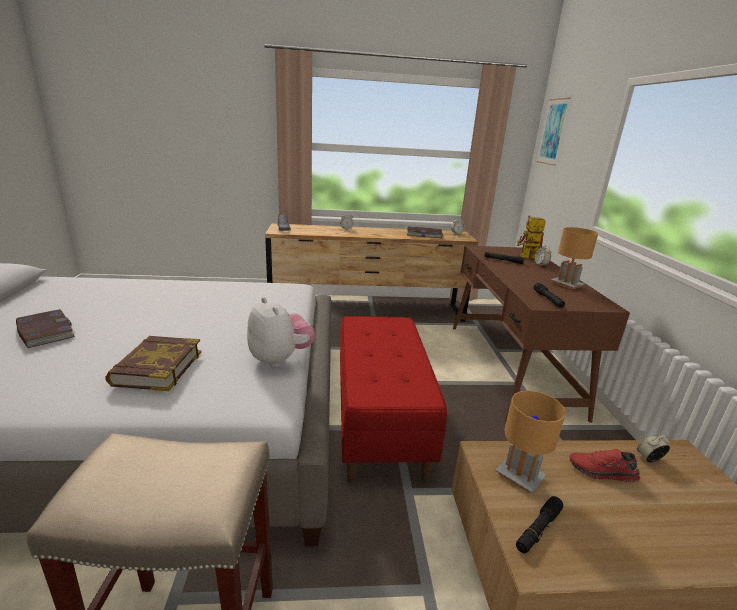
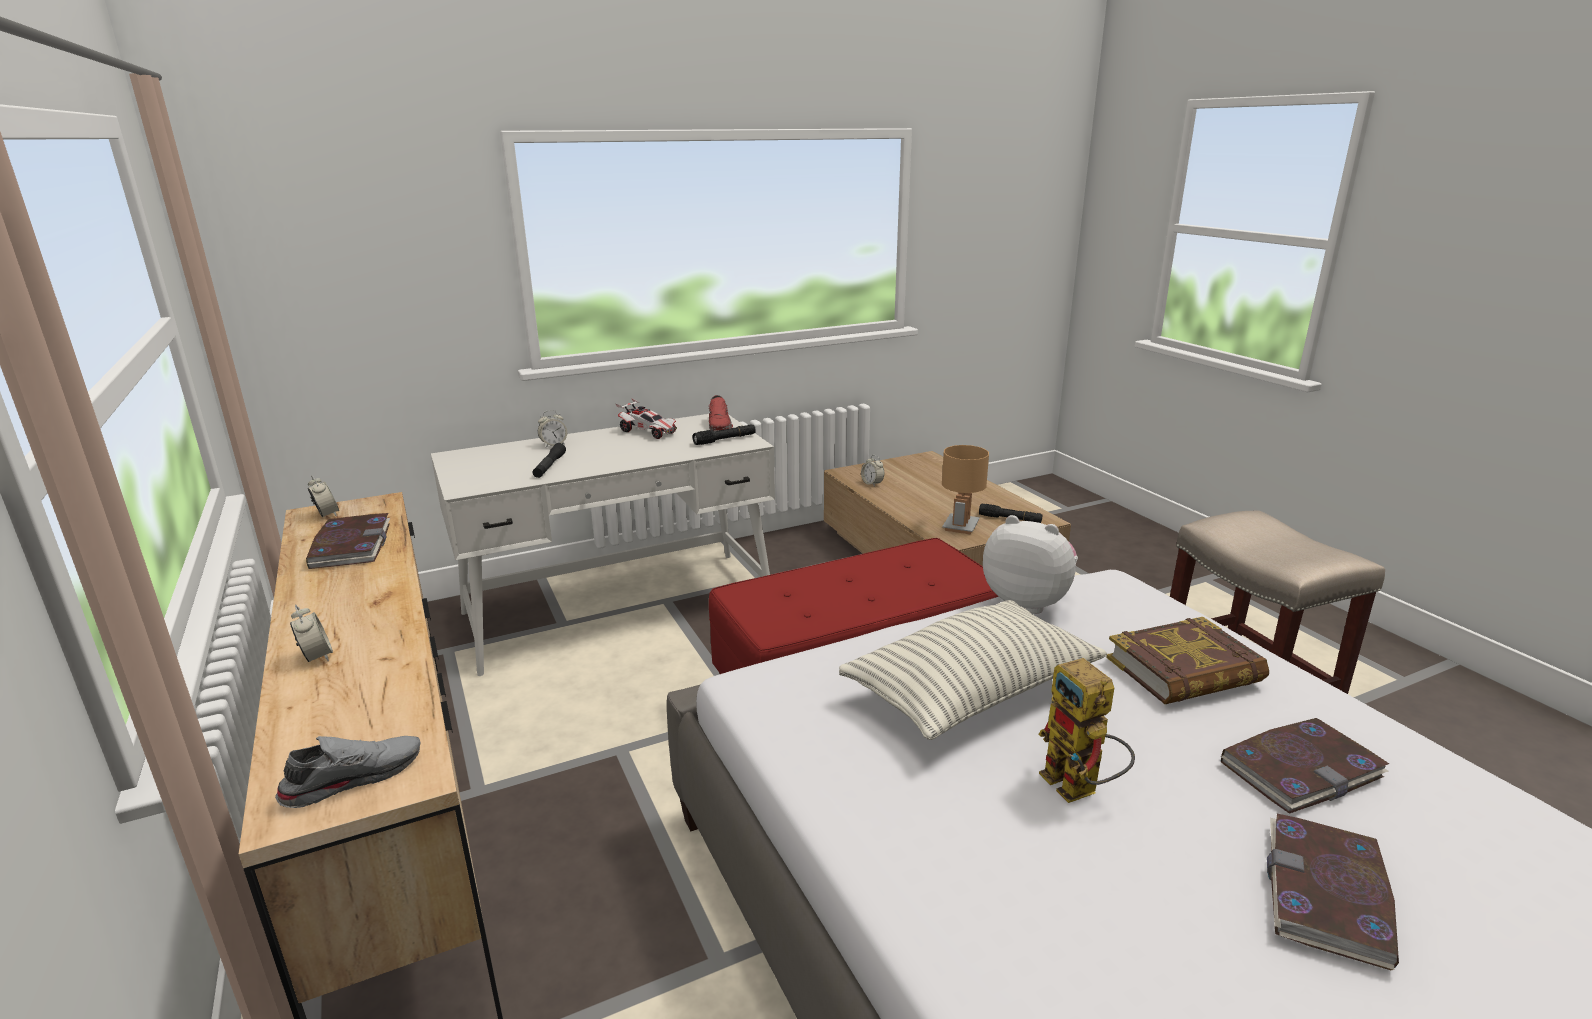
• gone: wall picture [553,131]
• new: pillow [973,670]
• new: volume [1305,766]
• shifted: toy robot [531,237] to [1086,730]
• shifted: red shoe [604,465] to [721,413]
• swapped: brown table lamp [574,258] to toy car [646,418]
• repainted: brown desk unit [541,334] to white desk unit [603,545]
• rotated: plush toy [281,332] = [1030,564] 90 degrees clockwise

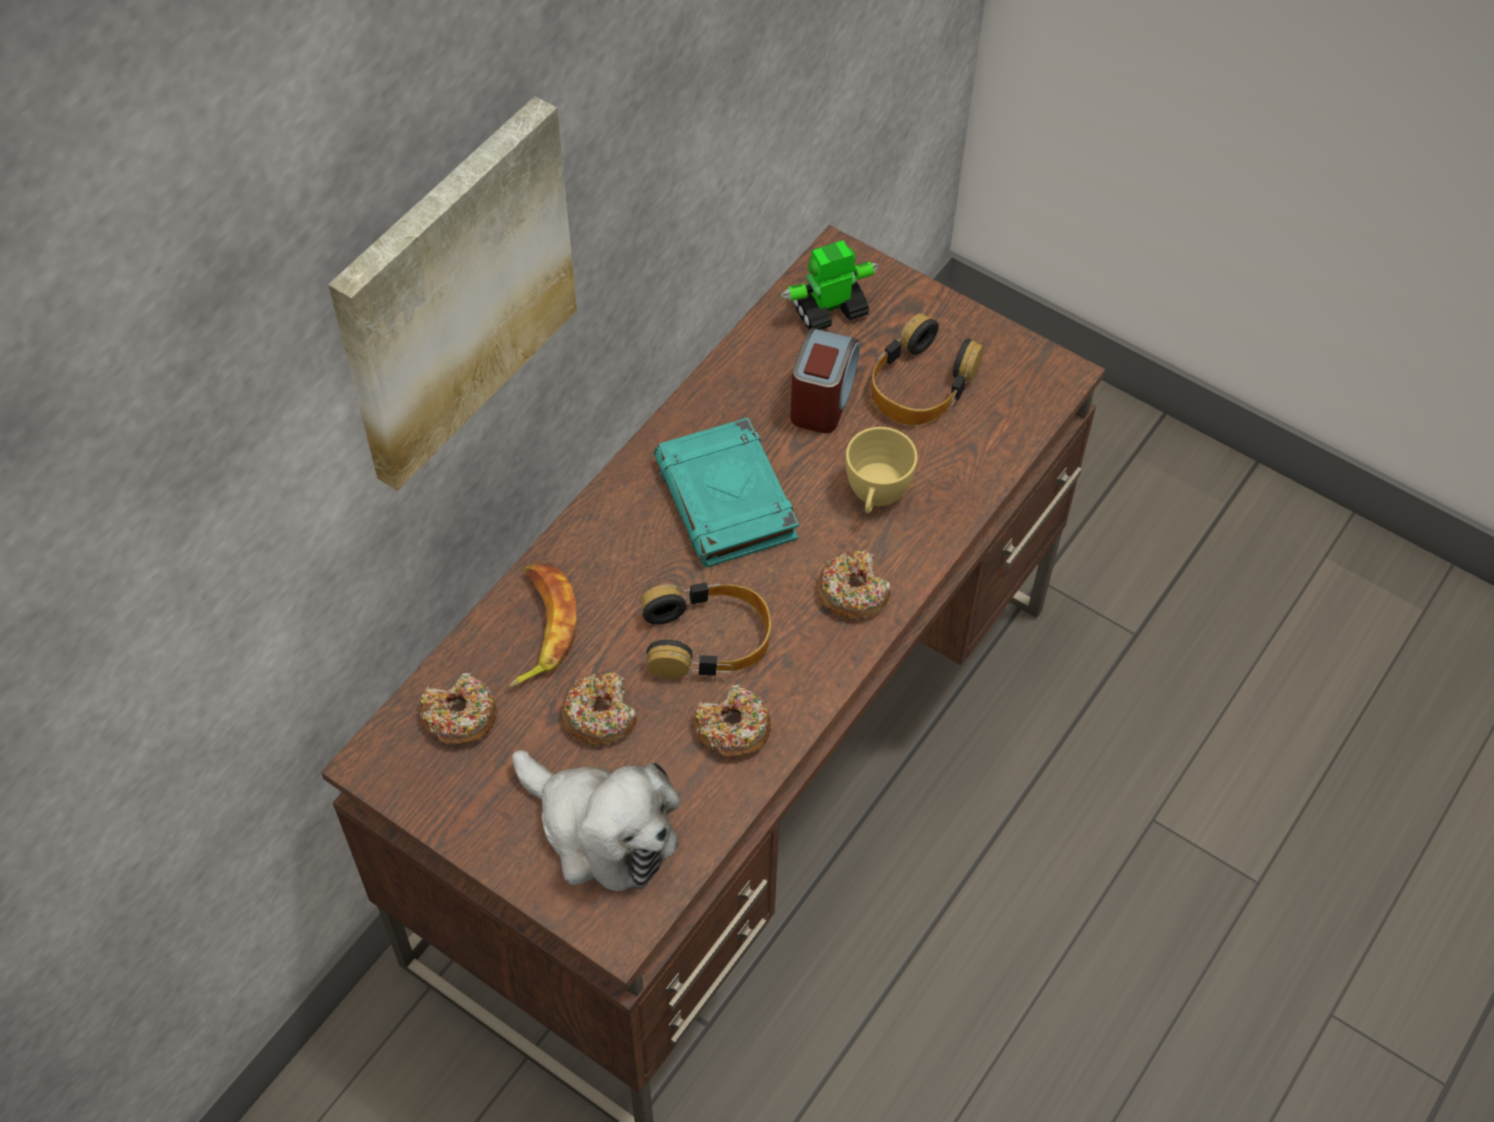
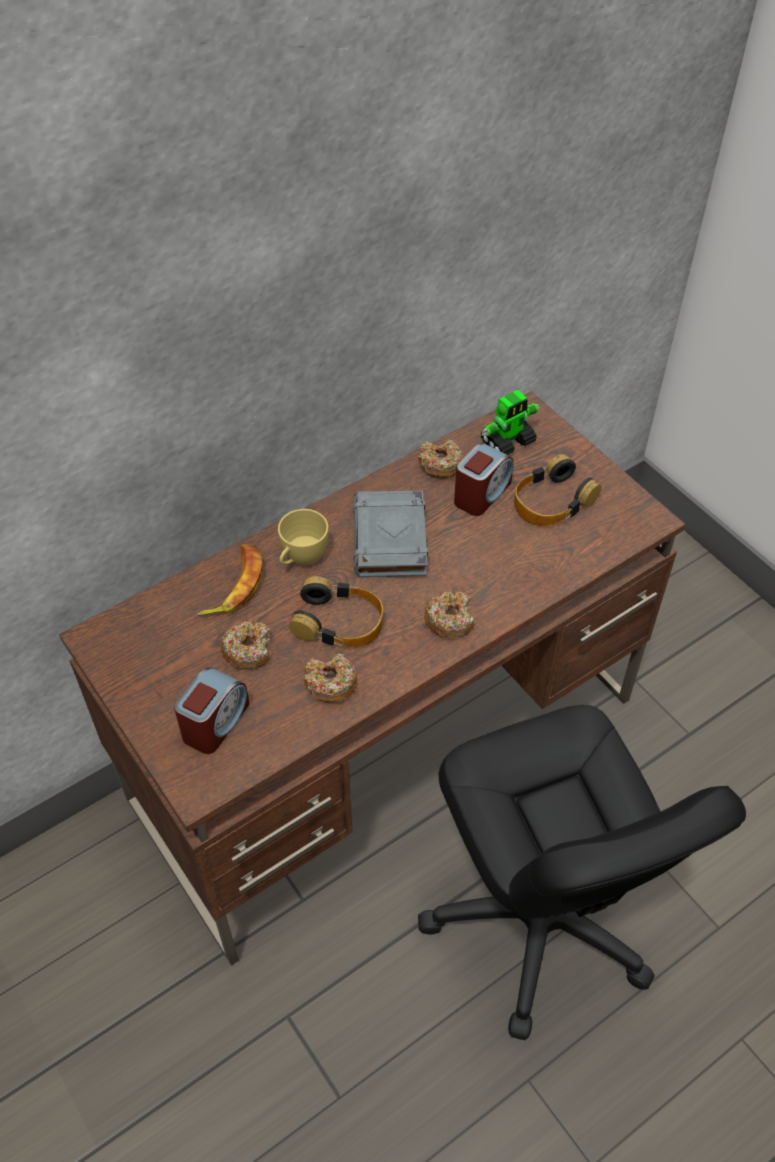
• gone: wall picture [452,293]
• new: black office chair [582,872]
• shifted: ring doughnut [459,709] to [441,459]
• shifted: yellow-coloured small cup [882,470] to [303,537]
• swapped: plush toy [596,820] to alarm clock [212,710]
• repainted: blue-green volume [726,492] to grey volume [390,533]
• rotated: toy robot [830,285] = [510,422] 150 degrees clockwise

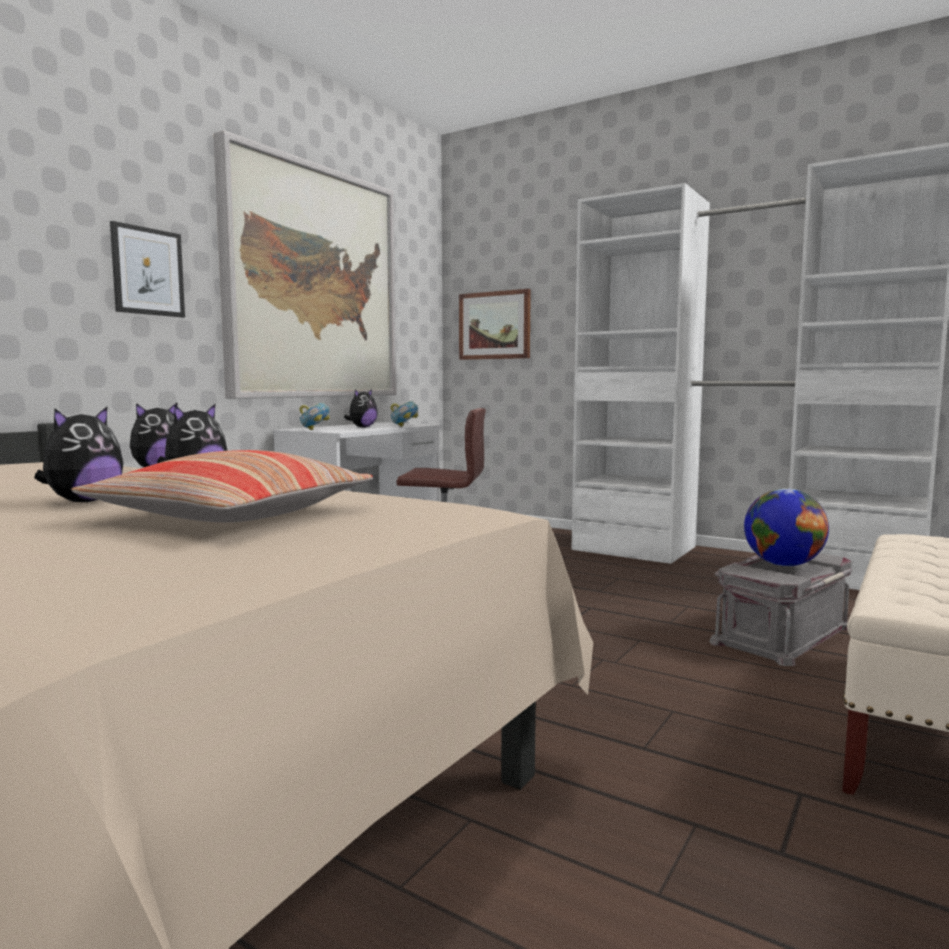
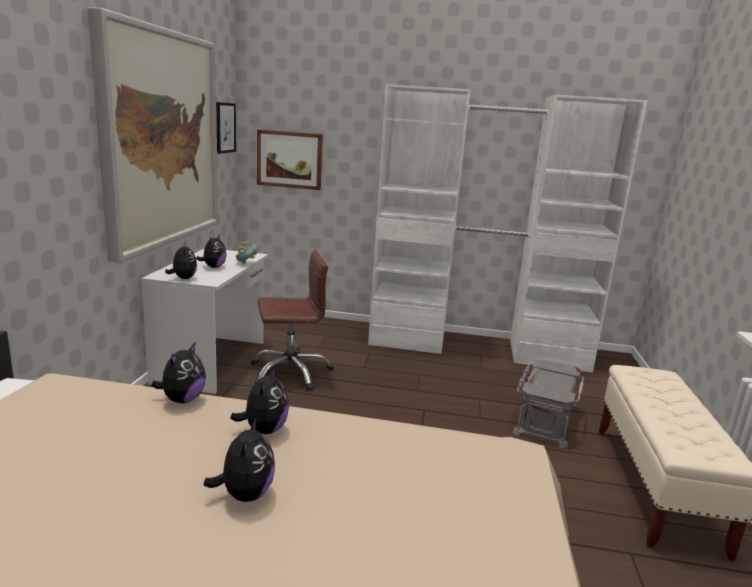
• gone: pillow [222,486]
• gone: world globe [786,527]
• shifted: wall picture [147,269] to [226,128]
• swapped: bowl [314,416] to plush toy [181,261]

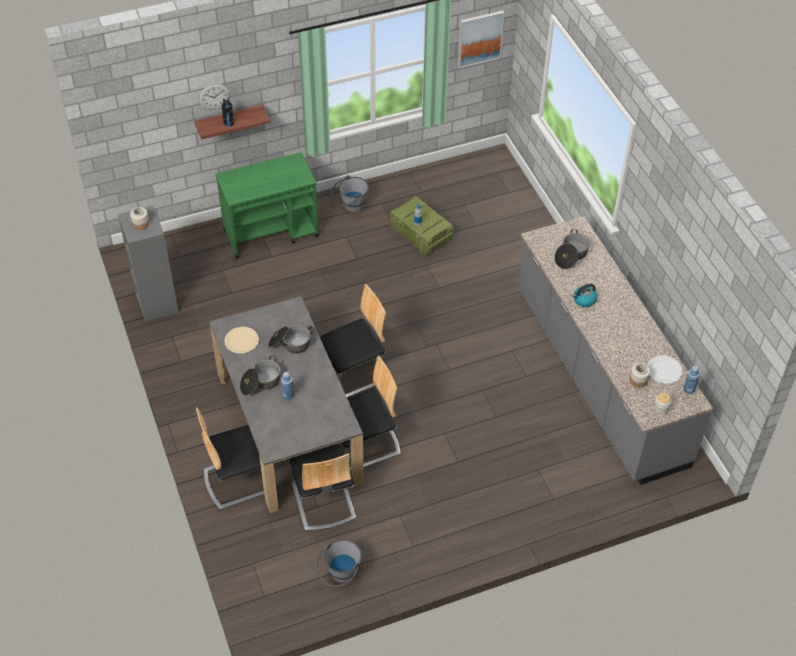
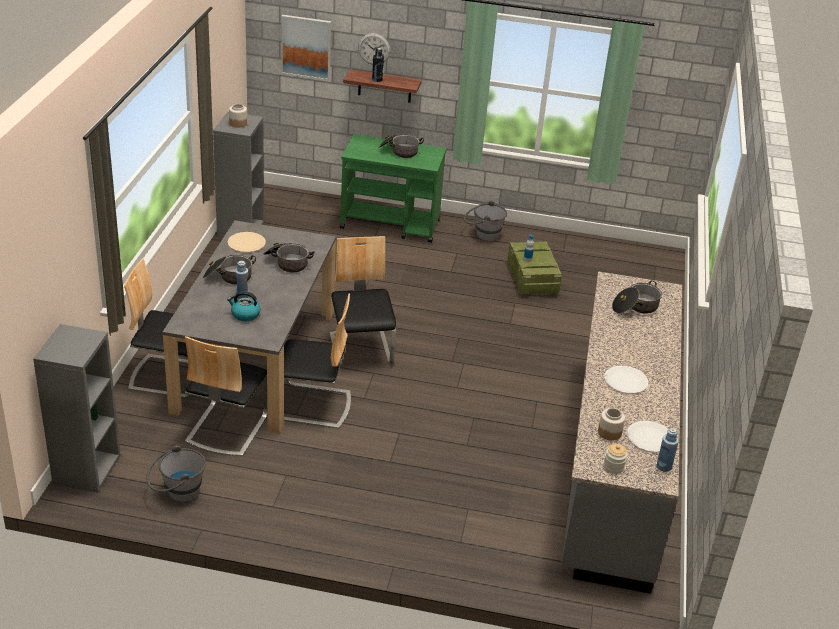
• new: grey bookshelf [77,408]
• new: saucepot [401,146]
• new: white plate [626,380]
• shifted: wall picture [481,39] to [306,47]
• shifted: water kettle [584,295] to [244,306]
• rotated: plain chair [353,341] = [363,301] 105 degrees counterclockwise

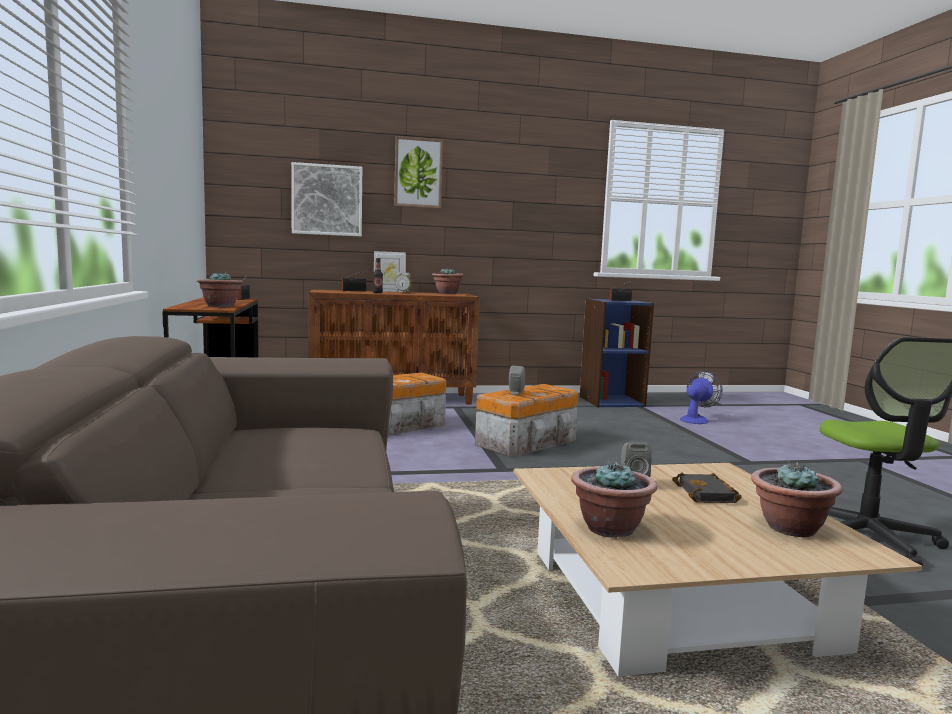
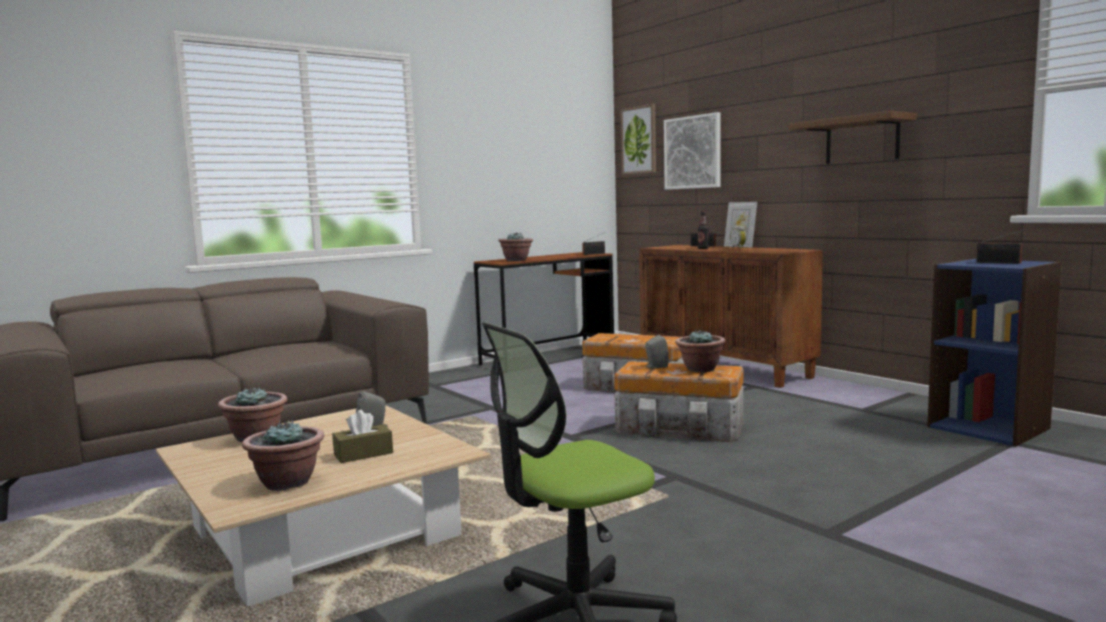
• gone: cooling fan [701,397]
• new: brown bracket shelf [852,137]
• shifted: wall picture [418,172] to [638,139]
• shifted: plant in a pot [448,280] to [700,351]
• swapped: black volume [707,488] to brown tissue holder [362,436]

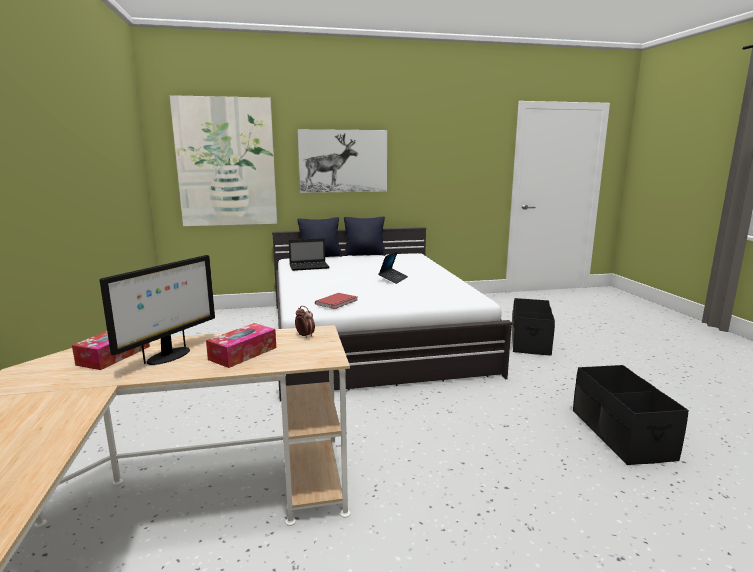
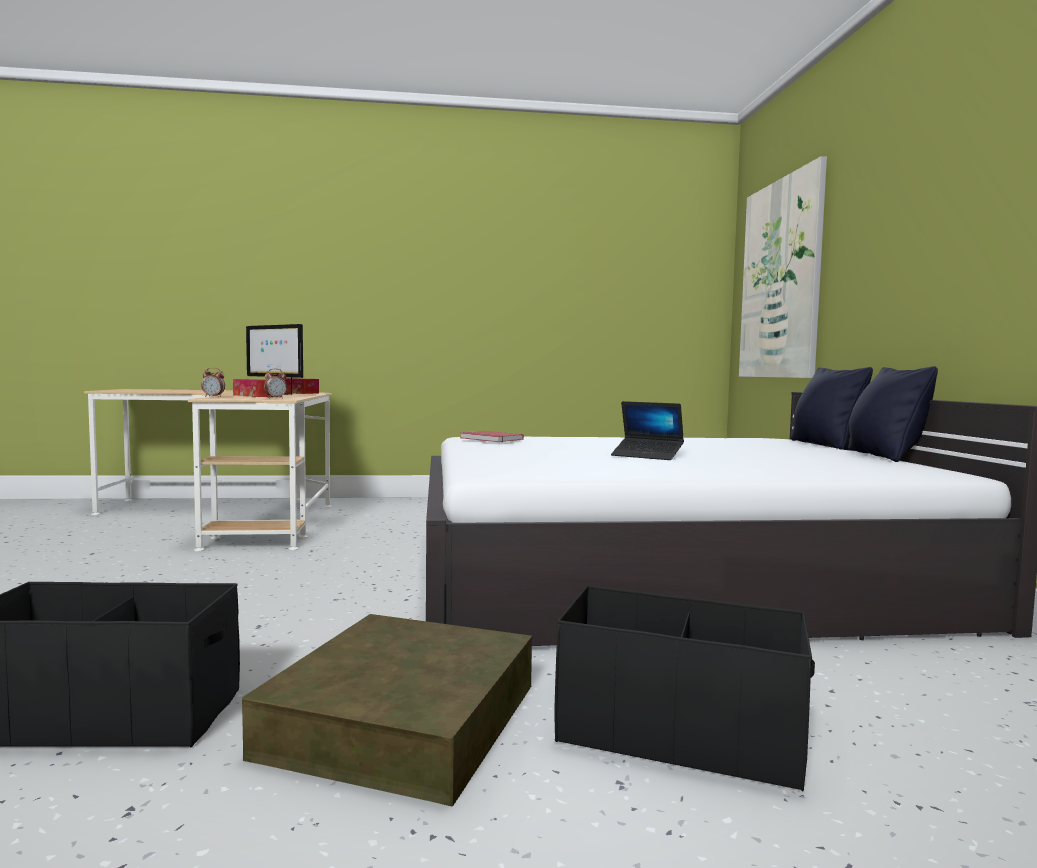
• gone: laptop [309,254]
• gone: wall picture [342,161]
• new: alarm clock [213,382]
• new: brown storage bin [387,710]

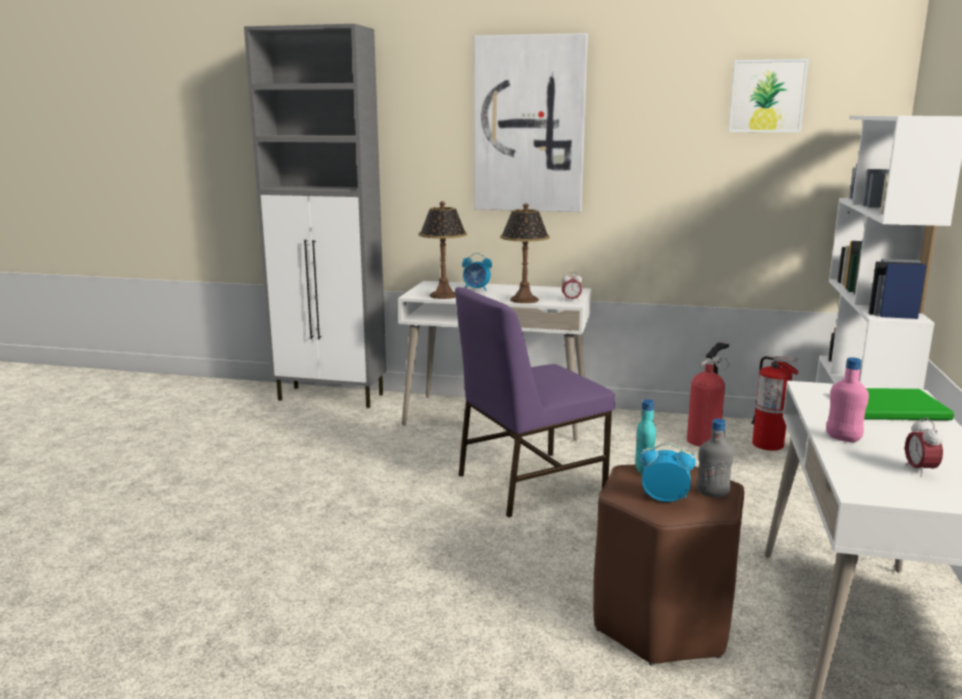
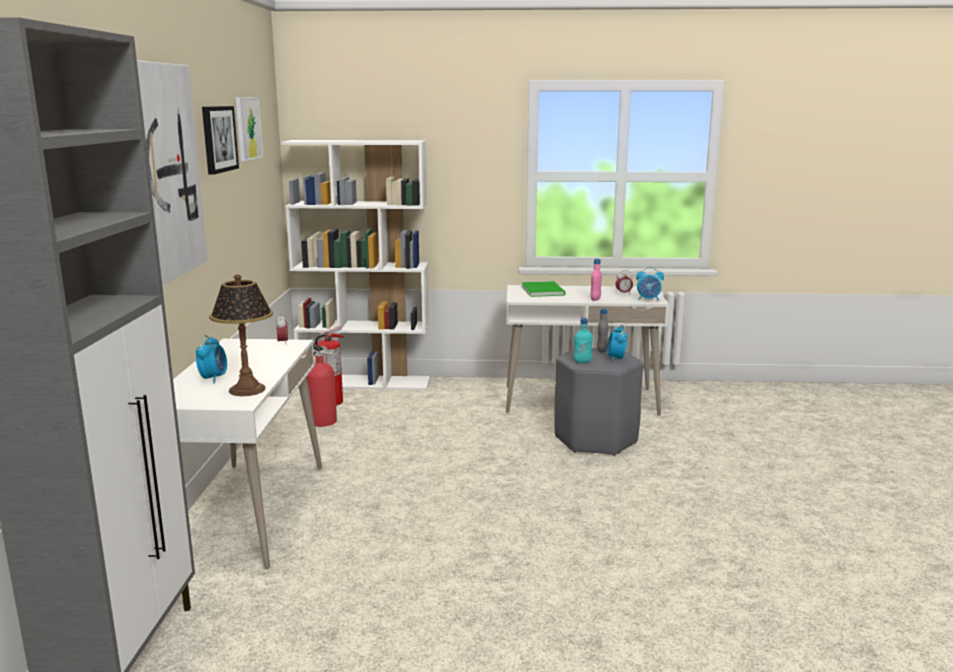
• gone: purple-coloured plain chair [535,402]
• gone: table lamp [525,253]
• new: wall picture [220,140]
• new: alarm clock [650,284]
• repainted: brown stool [668,565] to grey stool [598,402]

